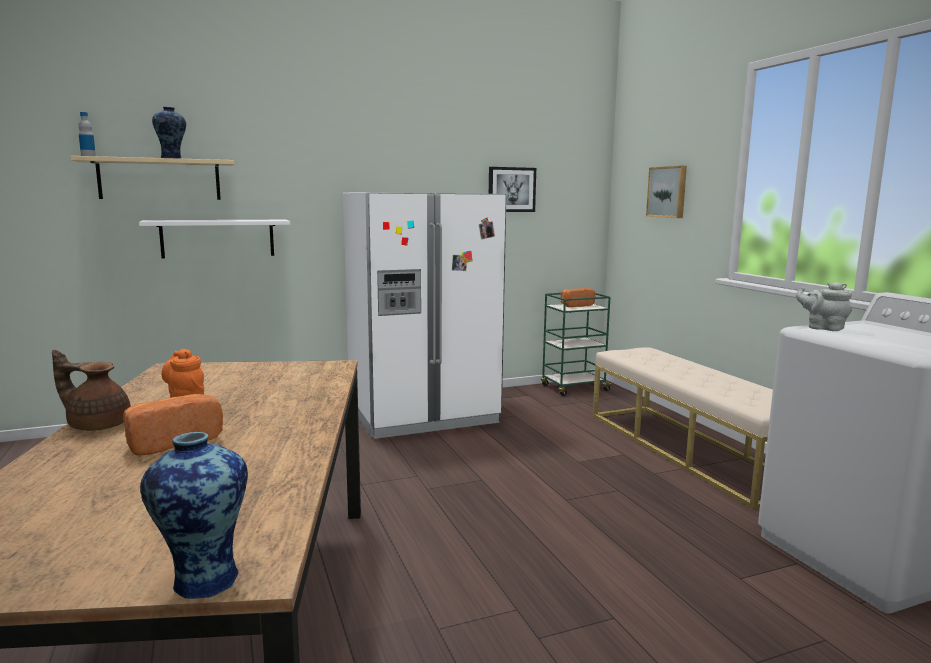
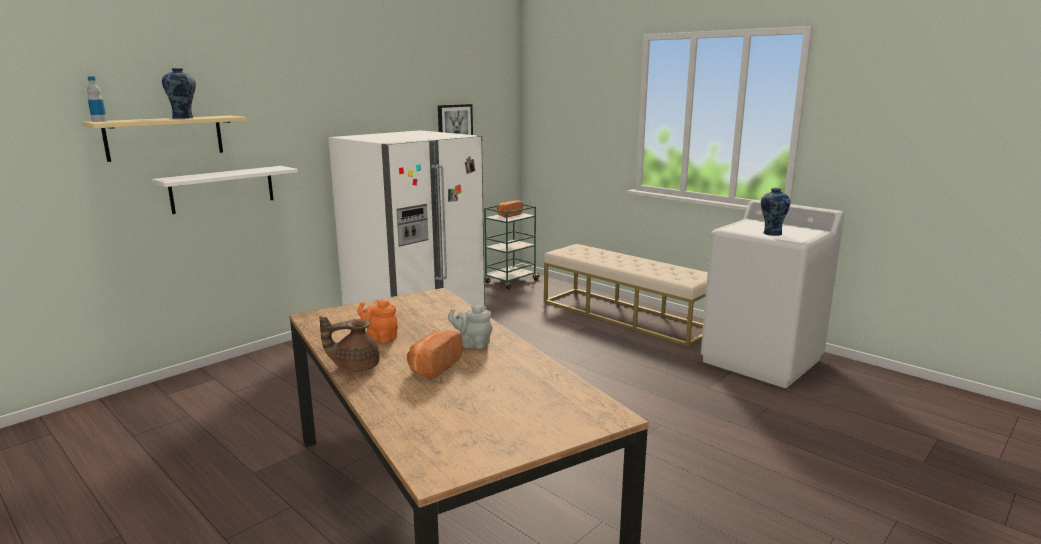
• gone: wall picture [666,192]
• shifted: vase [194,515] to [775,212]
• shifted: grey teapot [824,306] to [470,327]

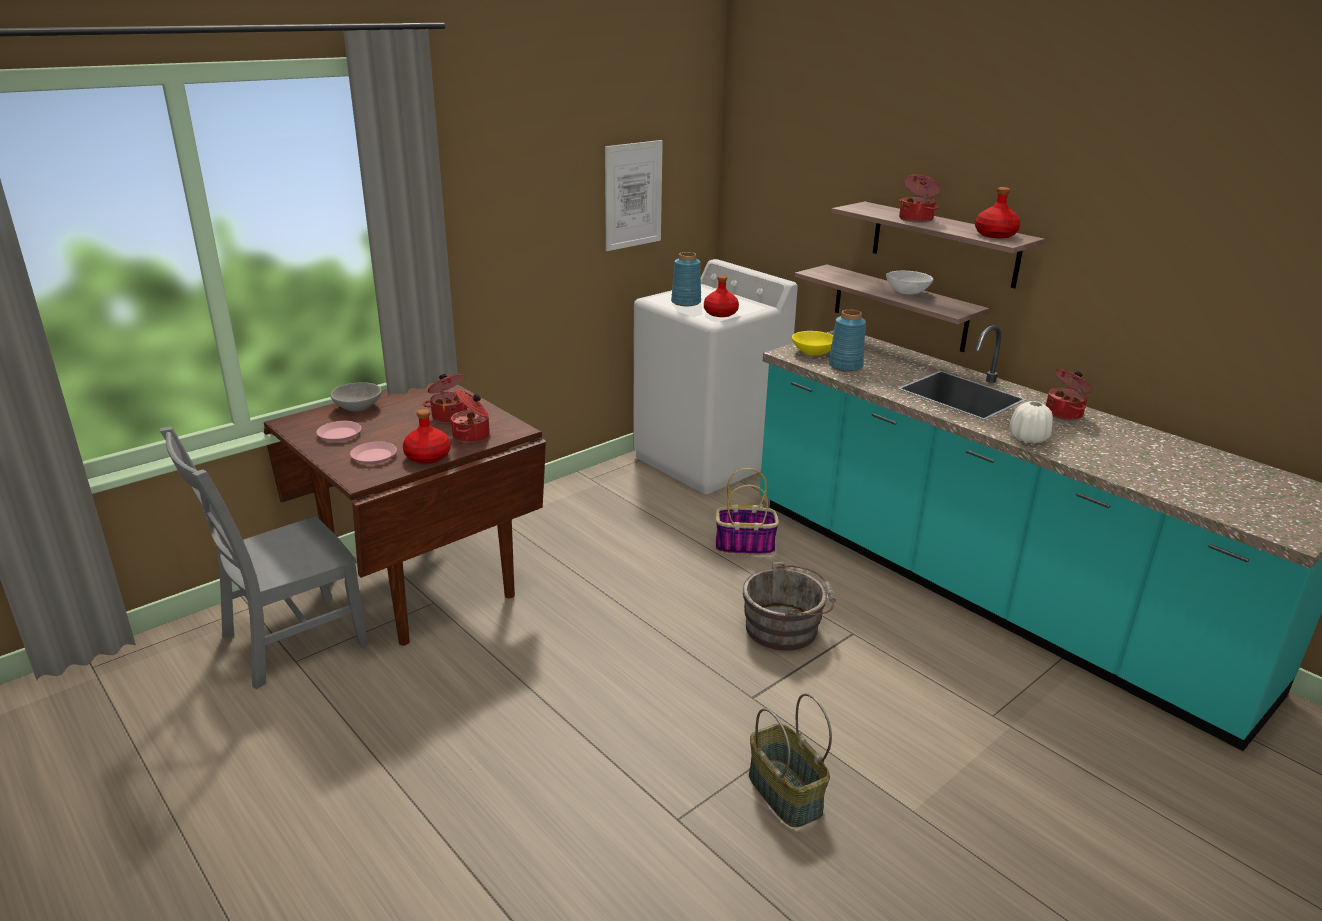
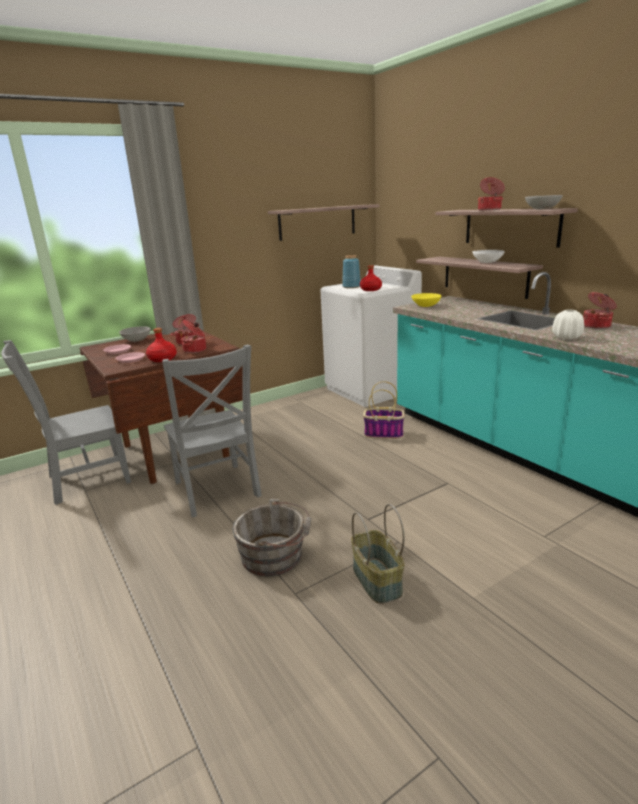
• gone: blue vase [847,340]
• new: grey plain chair [212,431]
• shifted: grey pail [789,606] to [272,537]
• swapped: wall picture [634,195] to bracket shelf [323,222]
• swapped: red bottle [998,212] to grey bowl [544,202]

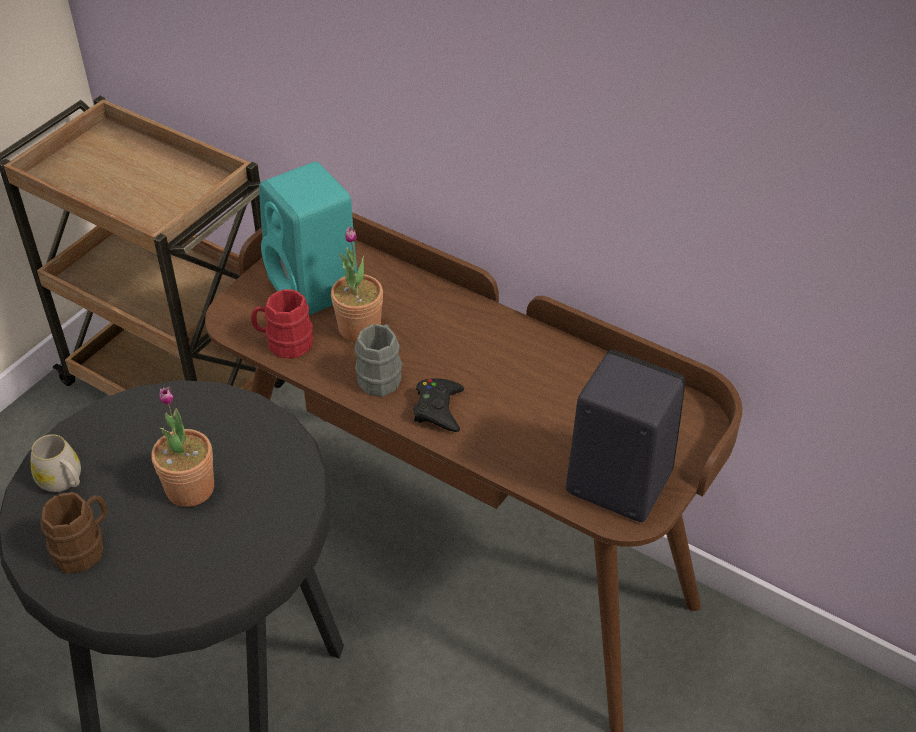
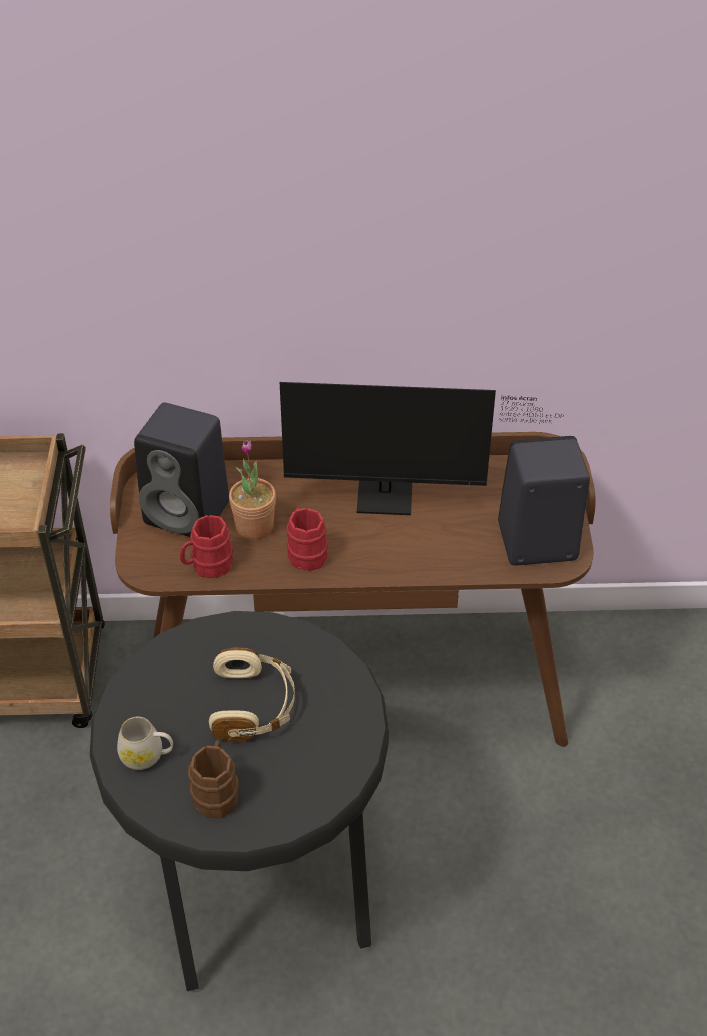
• gone: black gamepad [438,405]
• new: computer display [422,448]
• swapped: plant in a pot [182,447] to beige pair of headphones [252,694]
• repainted: blue-green loudspeaker [308,238] to black loudspeaker [181,470]
• repainted: grey tea mug [378,360] to red tea mug [307,539]

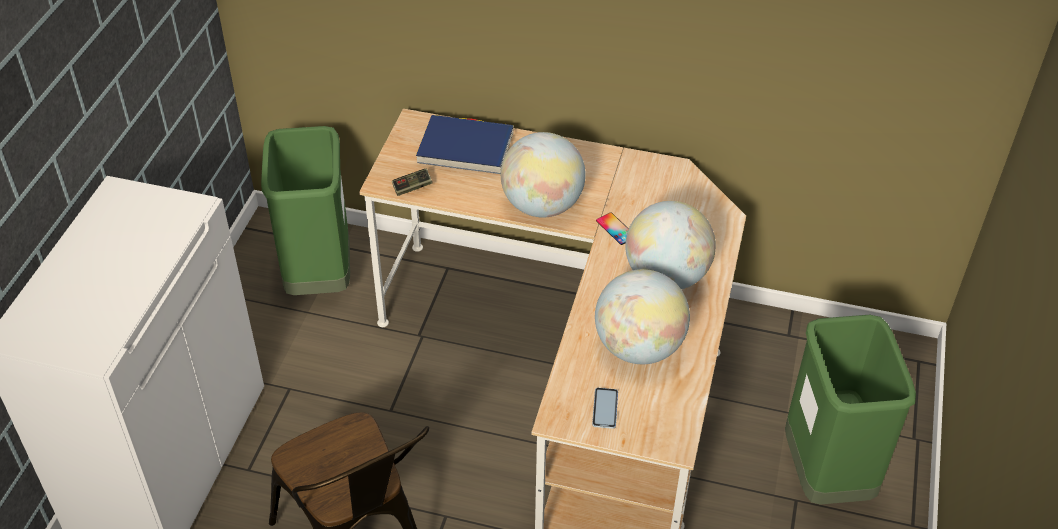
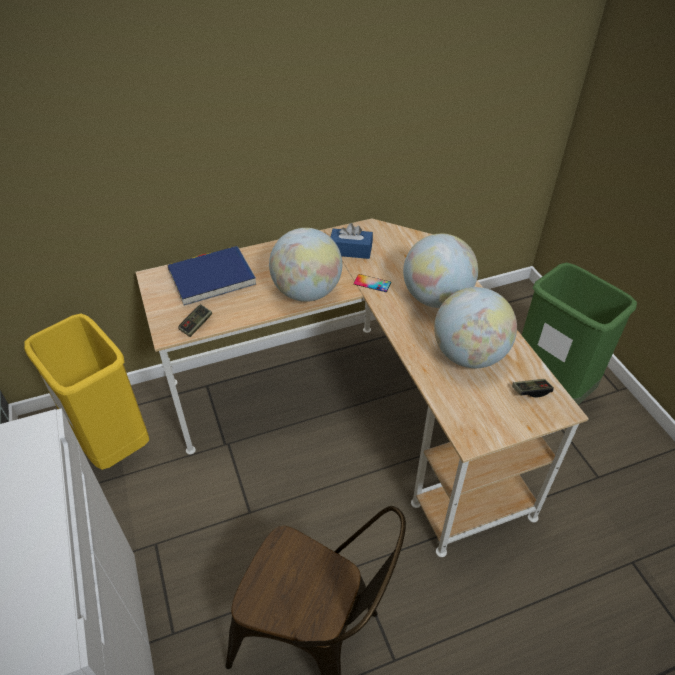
• gone: handset [605,408]
• new: blue tissue holder [352,241]
• new: gamepad [533,388]
• repainted: greenish trash can [305,210] to yellow-coloured trash can [86,392]

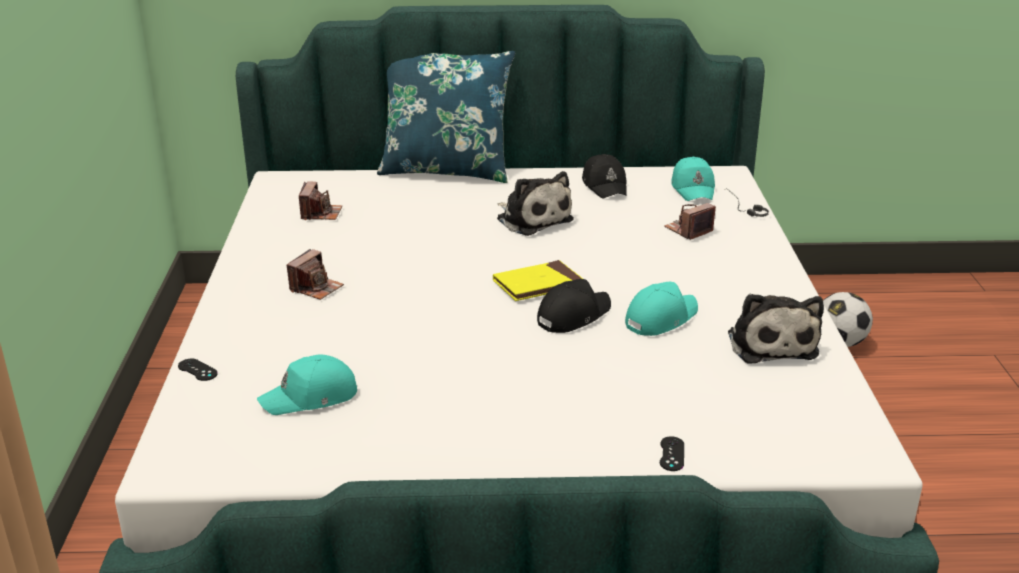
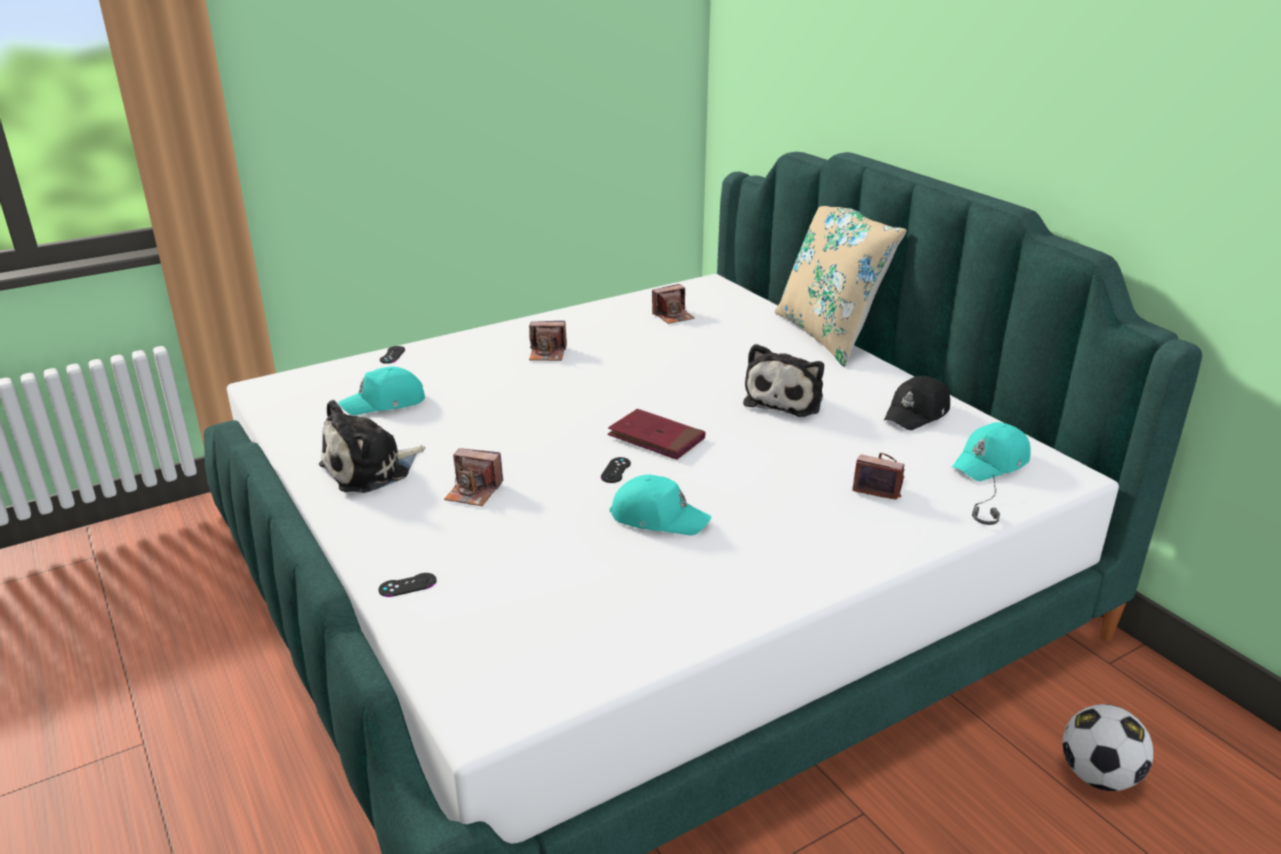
• new: still camera [473,477]
• shifted: plush toy [776,329] to [372,446]
• swapped: black baseball cap [574,306] to black gamepad [616,470]
• repainted: blue pillow [446,117] to beige pillow [841,286]
• repainted: yellow-coloured volume [538,280] to red volume [656,434]
• rotated: blue-green baseball cap [307,384] = [381,390] 60 degrees counterclockwise

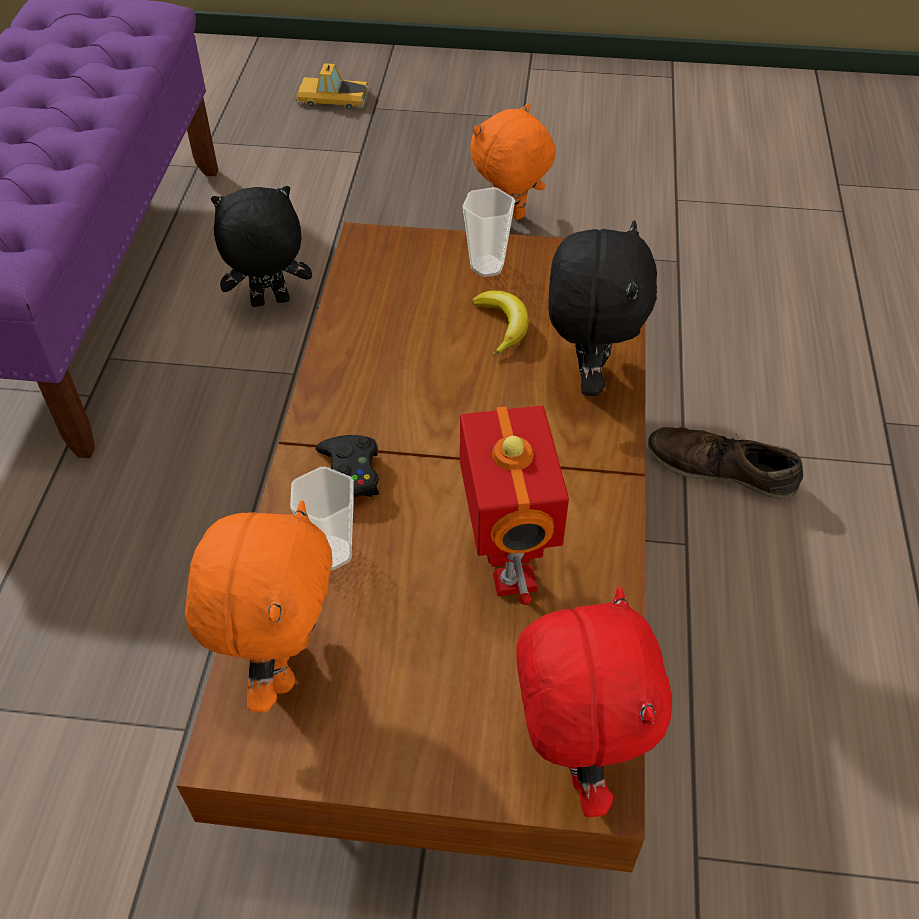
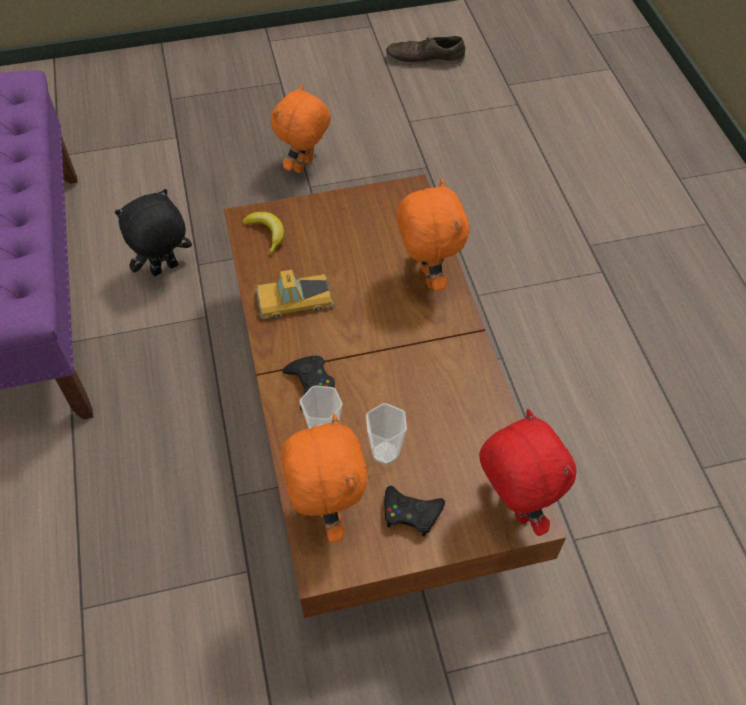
• gone: toy robot [514,505]
• new: black gamepad [414,511]
• shifted: toy car [332,86] to [294,294]
• shifted: small cup [489,232] to [386,434]
• shifted: whole banana [500,323] to [263,233]
• shifted: brown shoe [725,463] to [425,50]
• repainted: black plush toy [602,308] to orange-coloured plush toy [432,234]

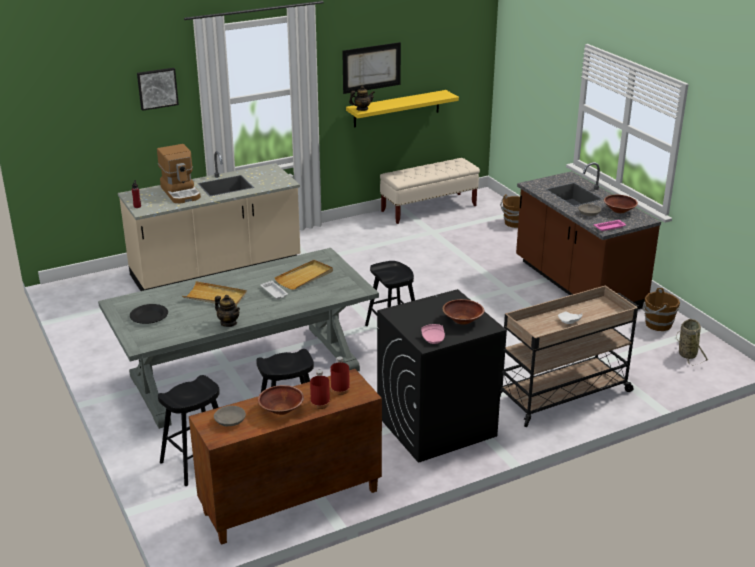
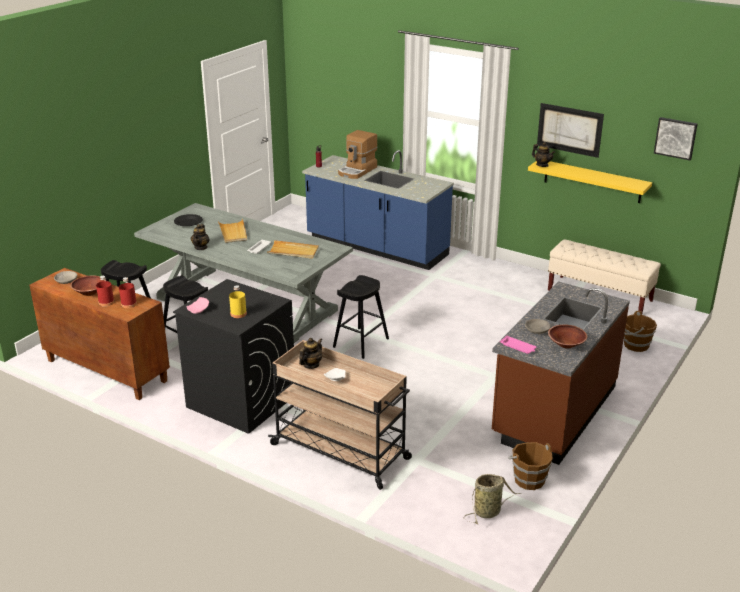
• new: teapot [310,353]
• shifted: wall picture [158,89] to [676,138]
• swapped: brown bowl [463,312] to yellow-coloured bottle [238,301]
• repainted: beige kitchen base unit [209,221] to blue kitchen base unit [378,210]

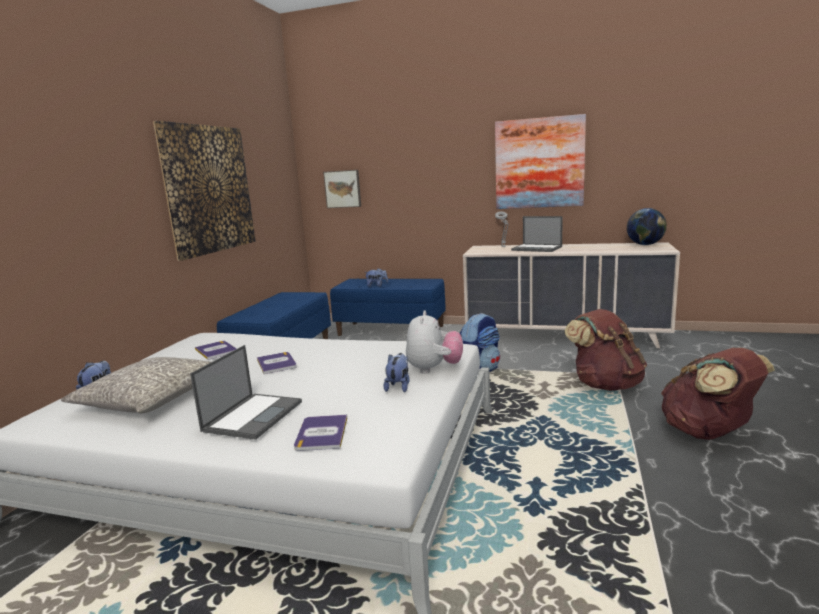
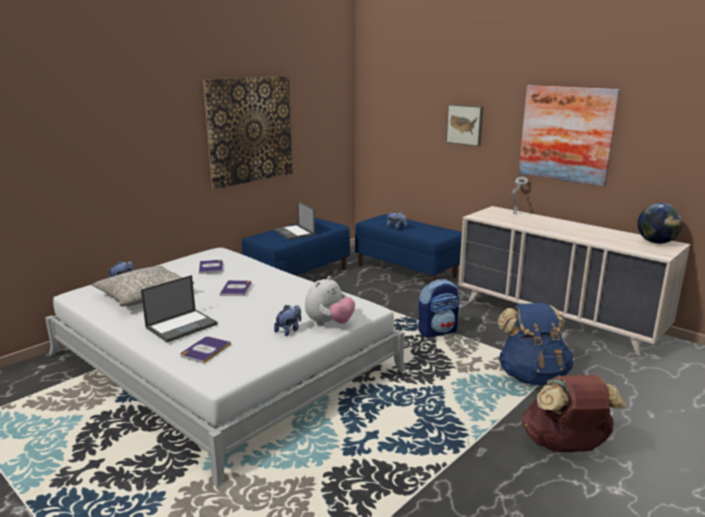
• shifted: wall picture [342,189] to [464,125]
• shifted: laptop [537,234] to [294,220]
• repainted: brown knapsack [605,350] to blue knapsack [536,344]

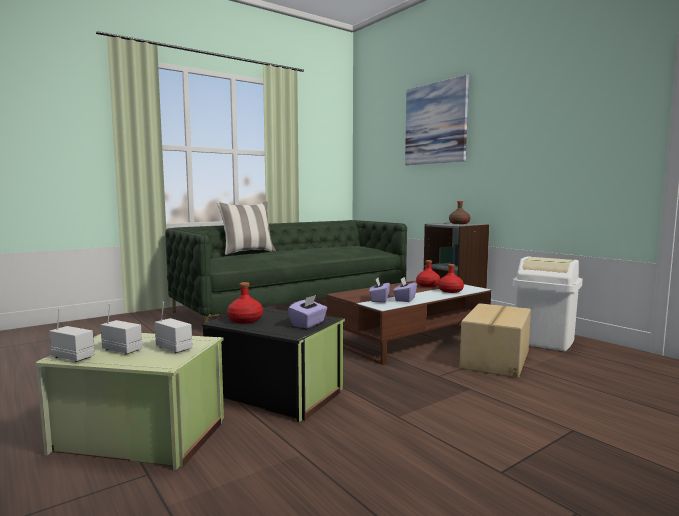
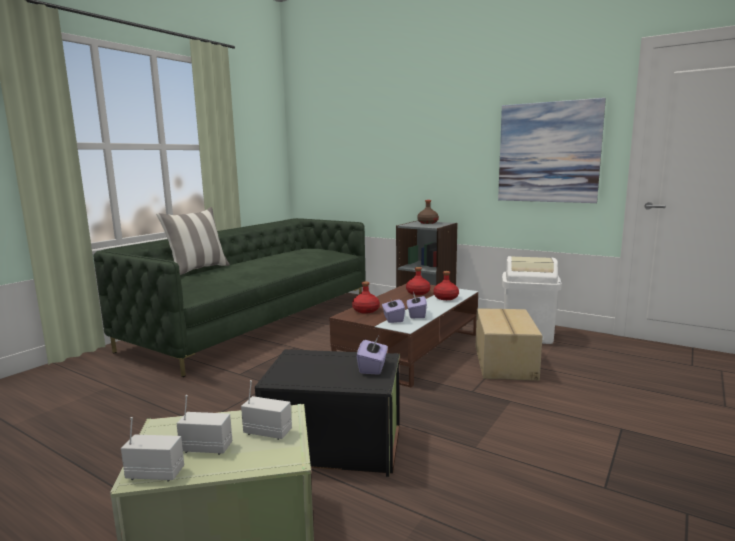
• shifted: red bottle [245,302] to [366,297]
• shifted: wall picture [437,120] to [552,150]

